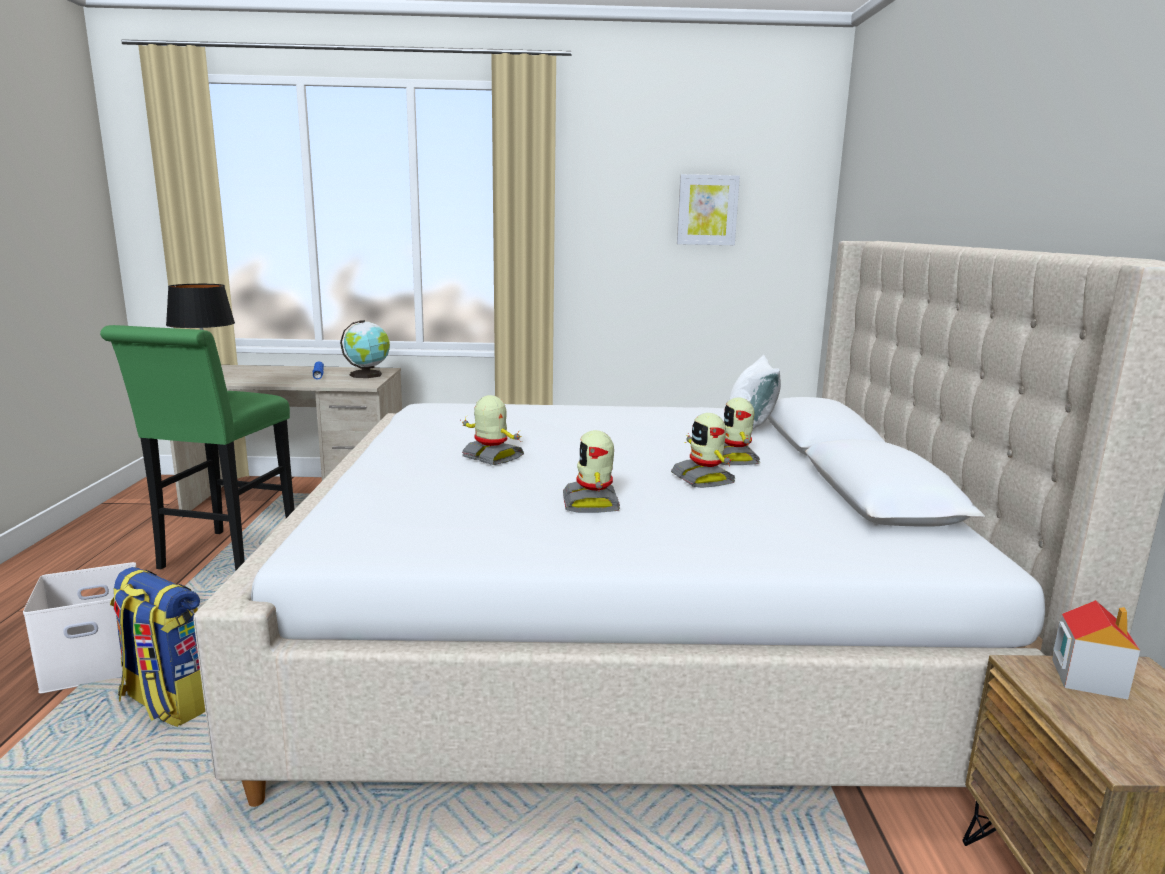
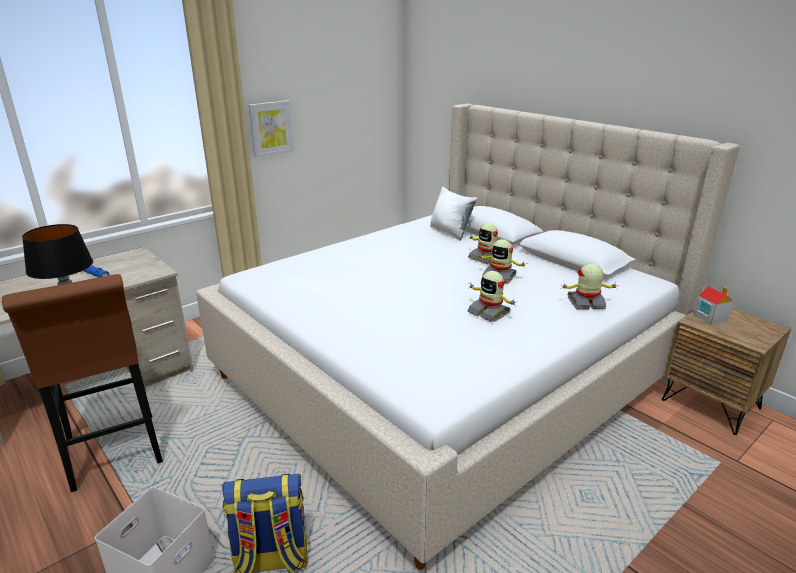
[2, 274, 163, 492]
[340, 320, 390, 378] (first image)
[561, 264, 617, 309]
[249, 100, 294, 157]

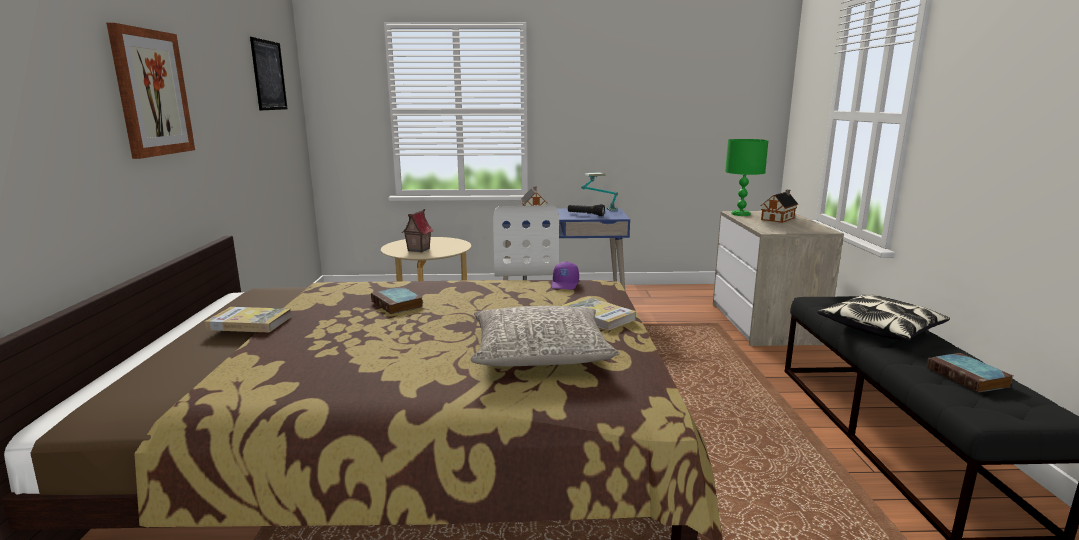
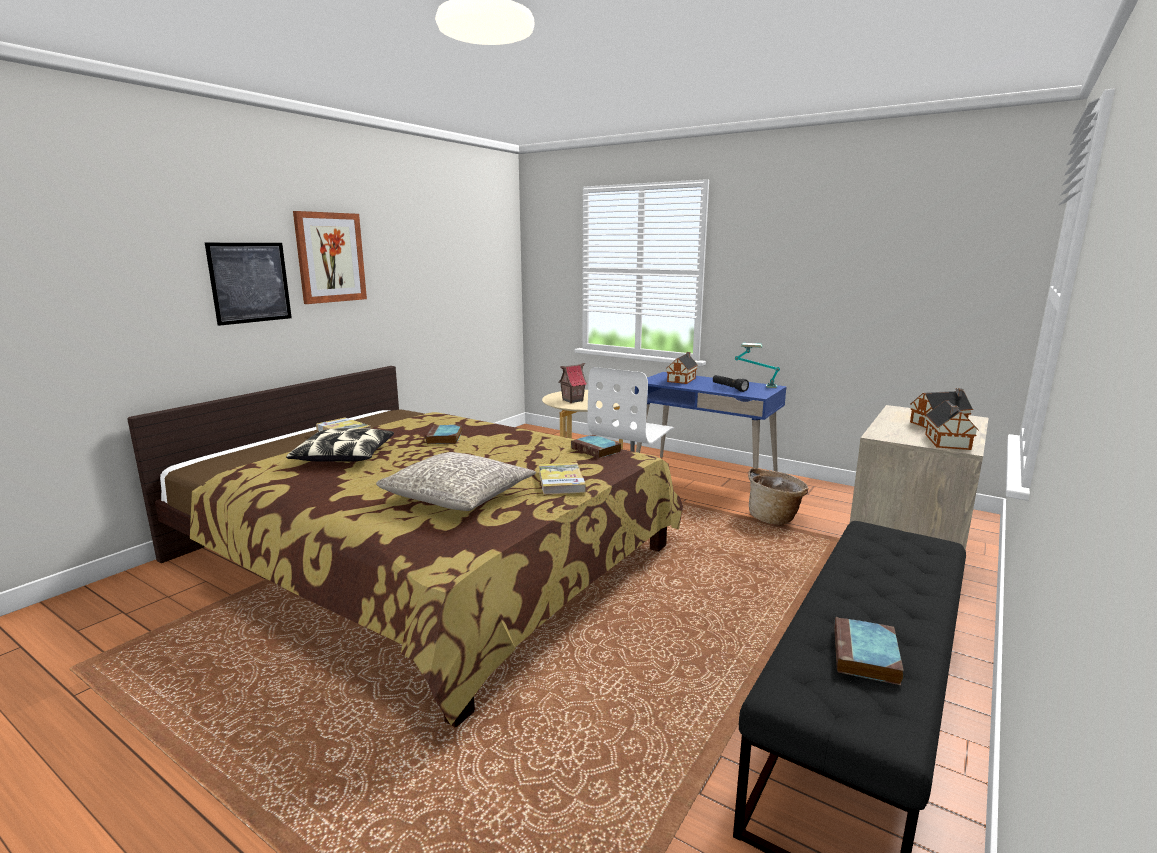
[205, 243, 292, 326]
[571, 435, 621, 458]
[725, 139, 769, 216] (first image)
[286, 428, 394, 462]
[748, 468, 808, 525]
[925, 401, 979, 450]

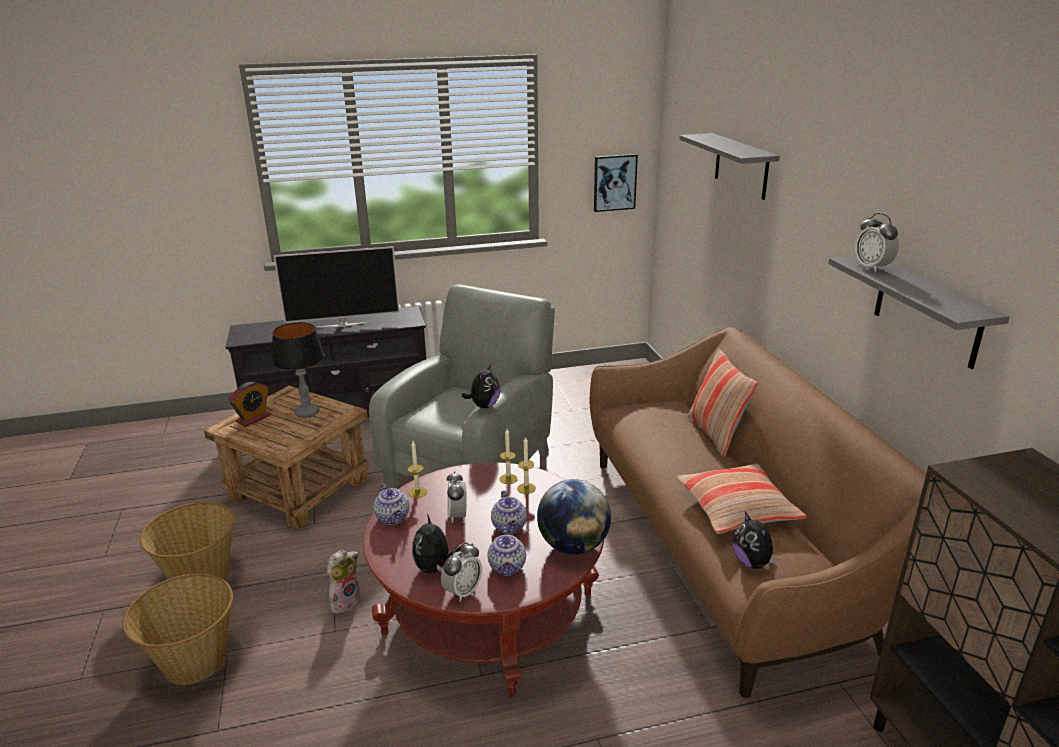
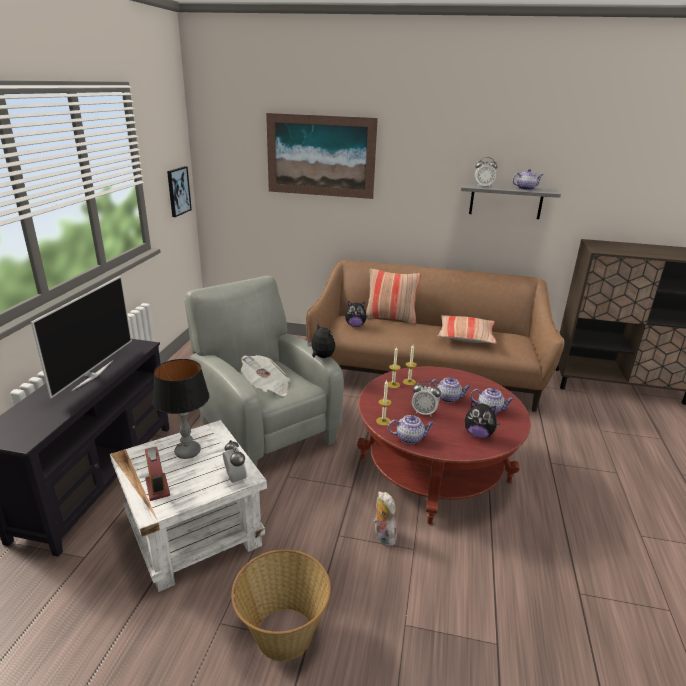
[122, 574, 233, 685] (first image)
[110, 420, 267, 592]
[223, 440, 247, 483]
[537, 479, 611, 554] (first image)
[266, 113, 378, 199]
[345, 301, 368, 327]
[241, 355, 290, 396]
[512, 169, 543, 190]

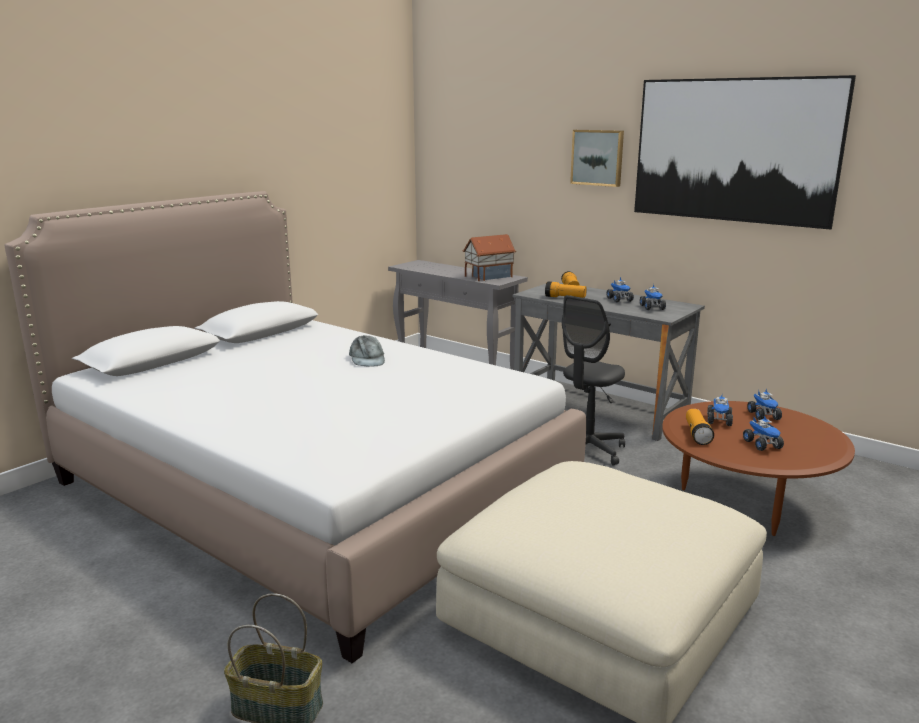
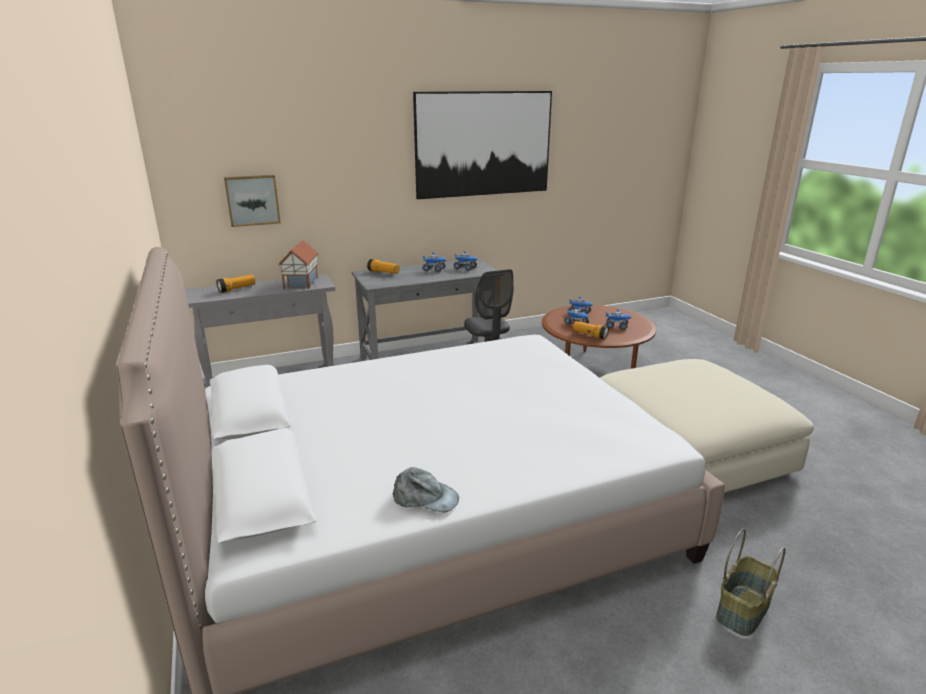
[393, 467, 459, 513]
[216, 275, 255, 293]
[224, 175, 281, 227]

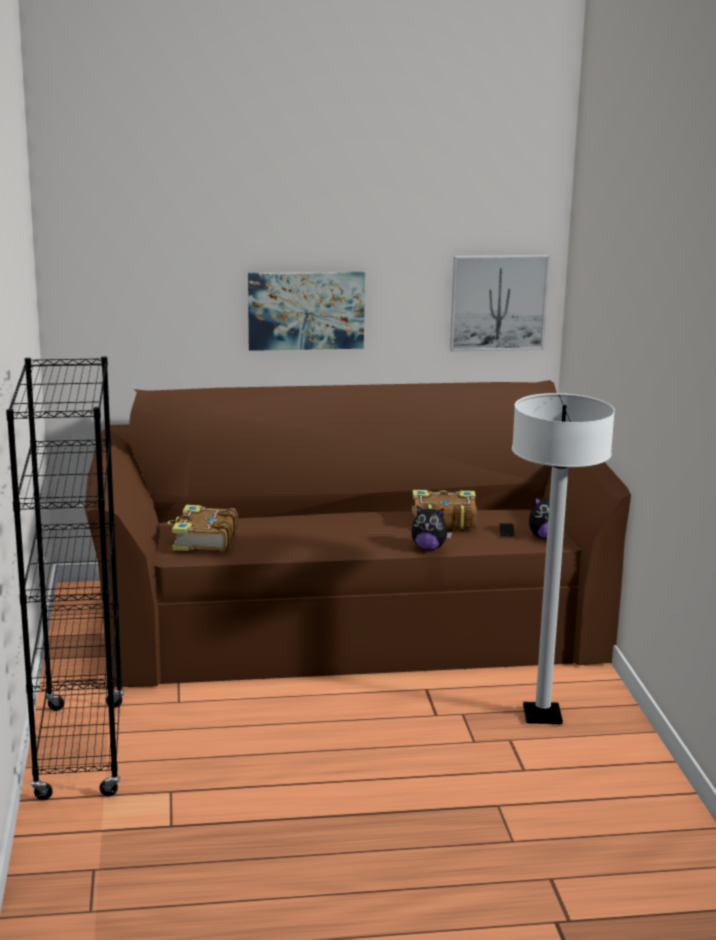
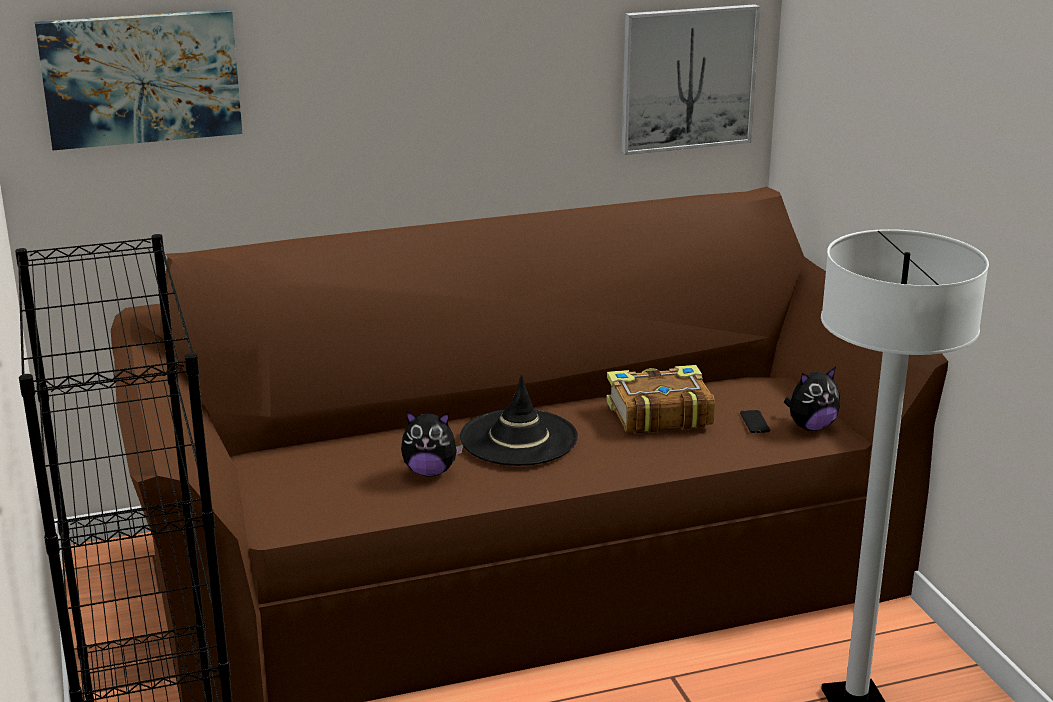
[167, 505, 238, 552] (first image)
[35, 10, 243, 150]
[401, 411, 463, 477]
[460, 375, 578, 466]

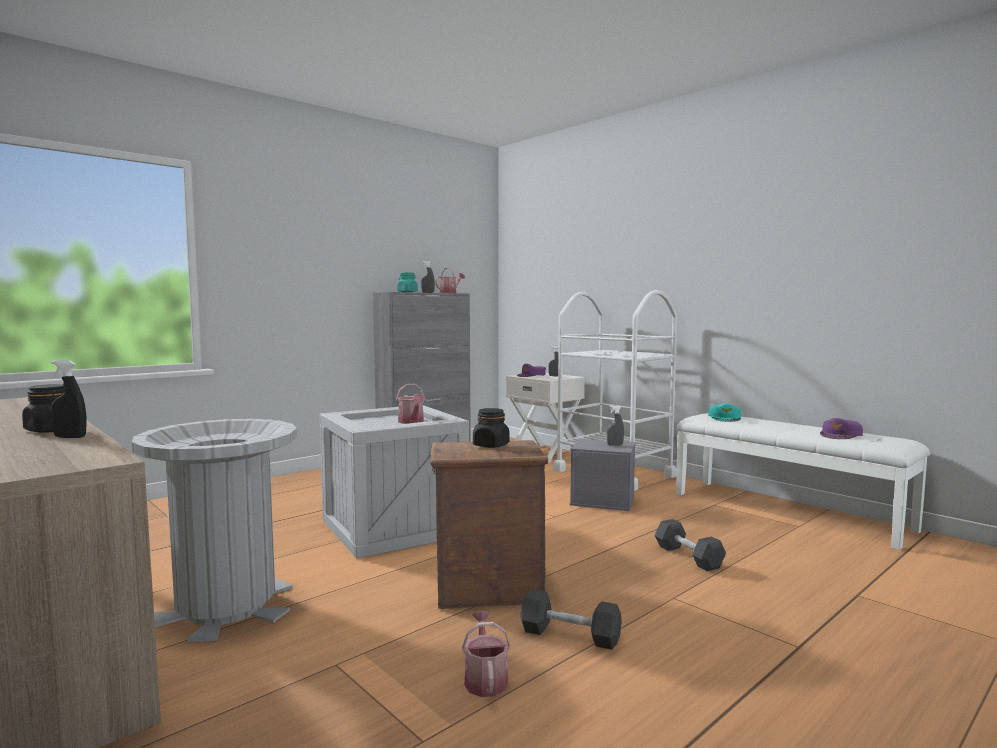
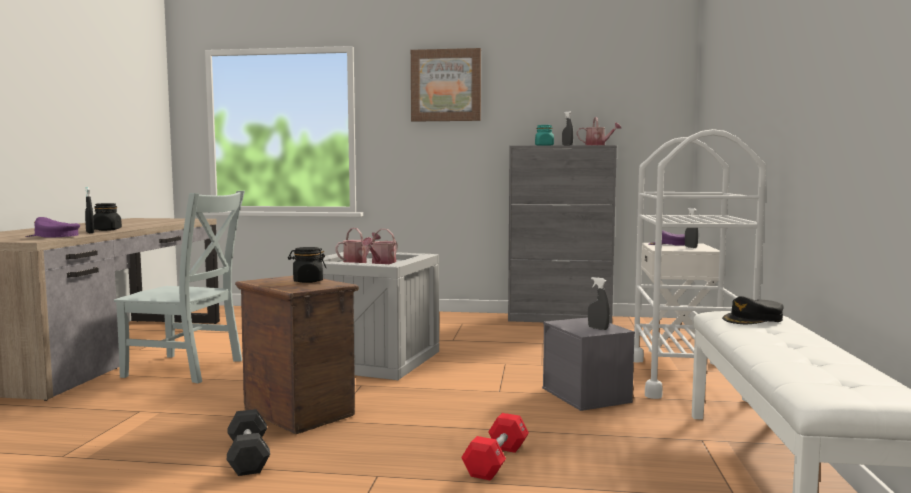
[114, 191, 245, 383]
[335, 228, 381, 263]
[461, 413, 529, 480]
[722, 296, 784, 324]
[25, 217, 80, 238]
[411, 48, 481, 122]

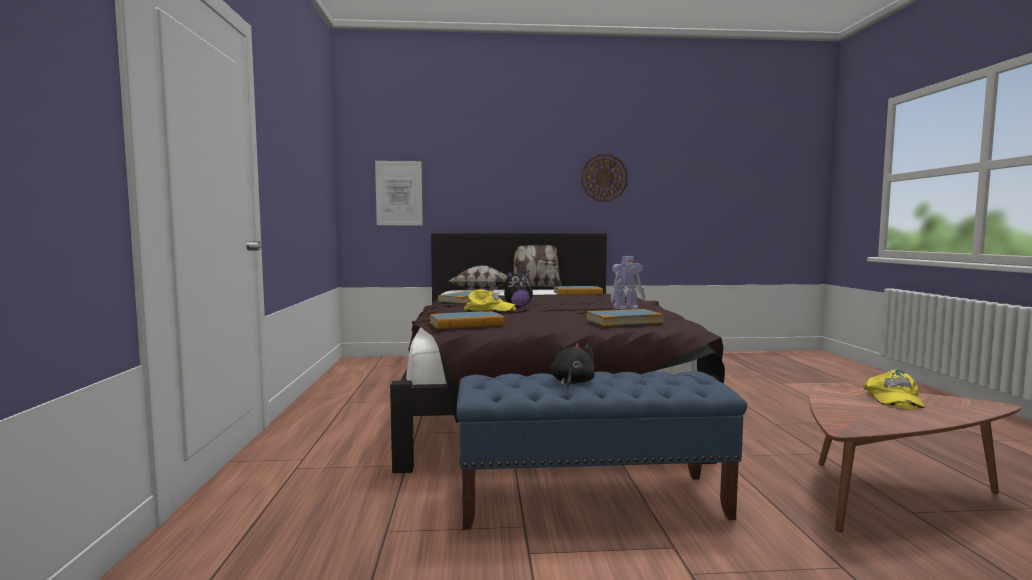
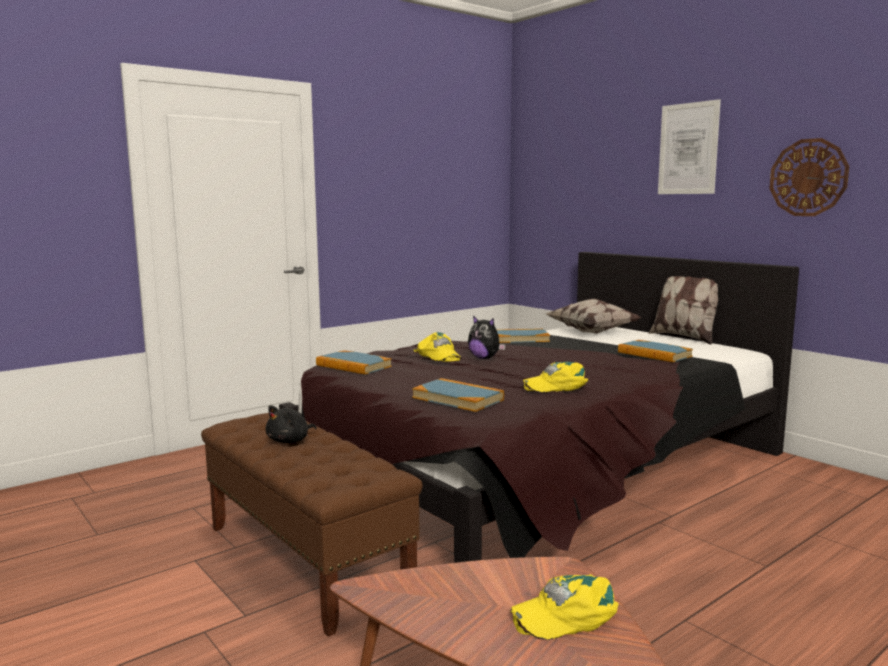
[658, 99, 721, 194]
[201, 413, 422, 637]
[265, 405, 317, 443]
[522, 361, 588, 392]

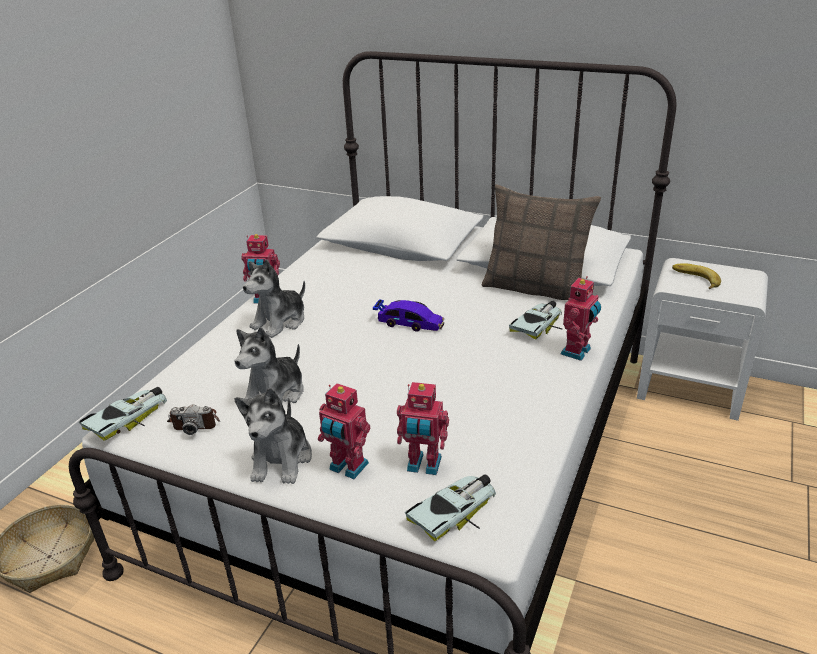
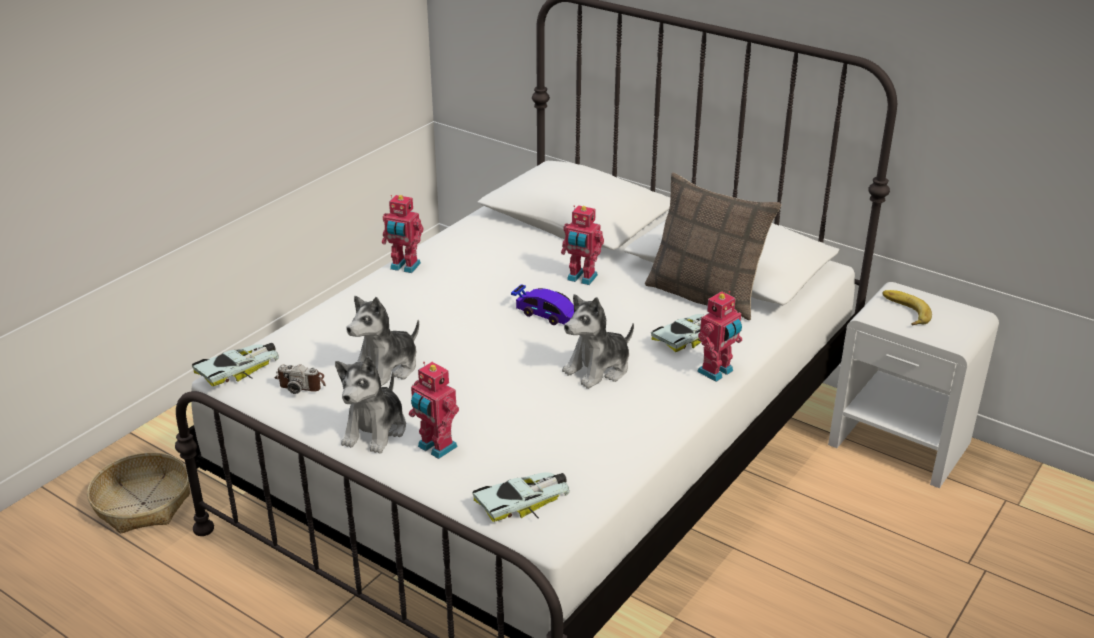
[562, 294, 634, 389]
[561, 205, 604, 285]

